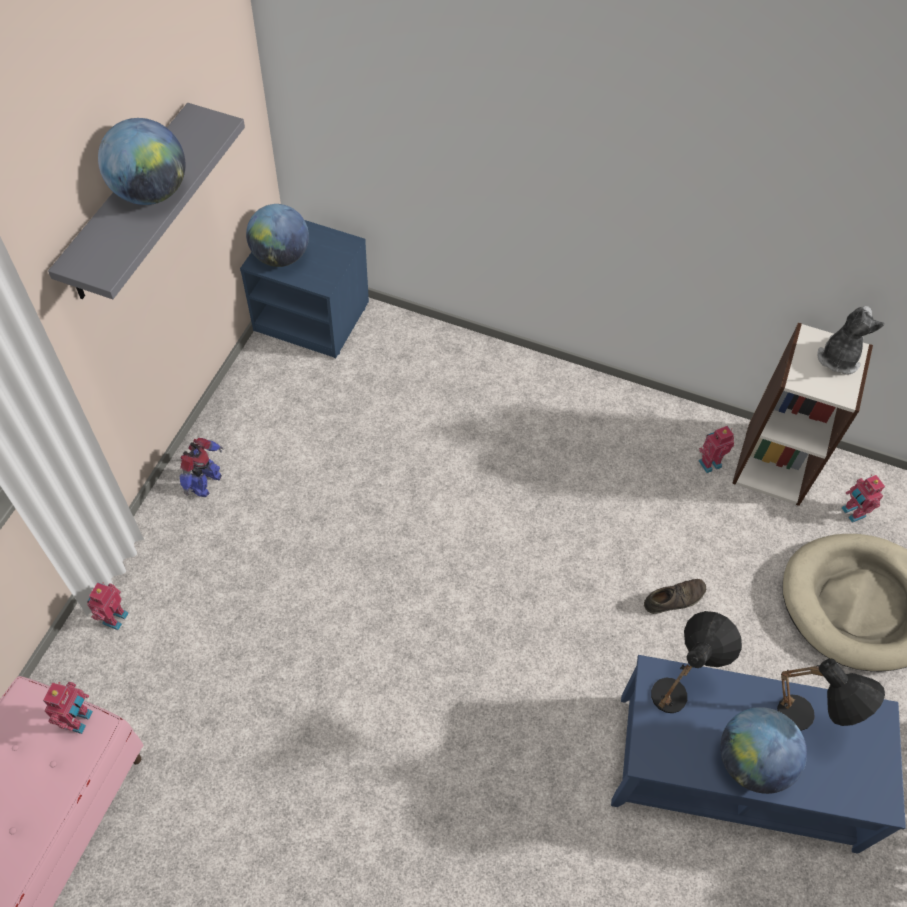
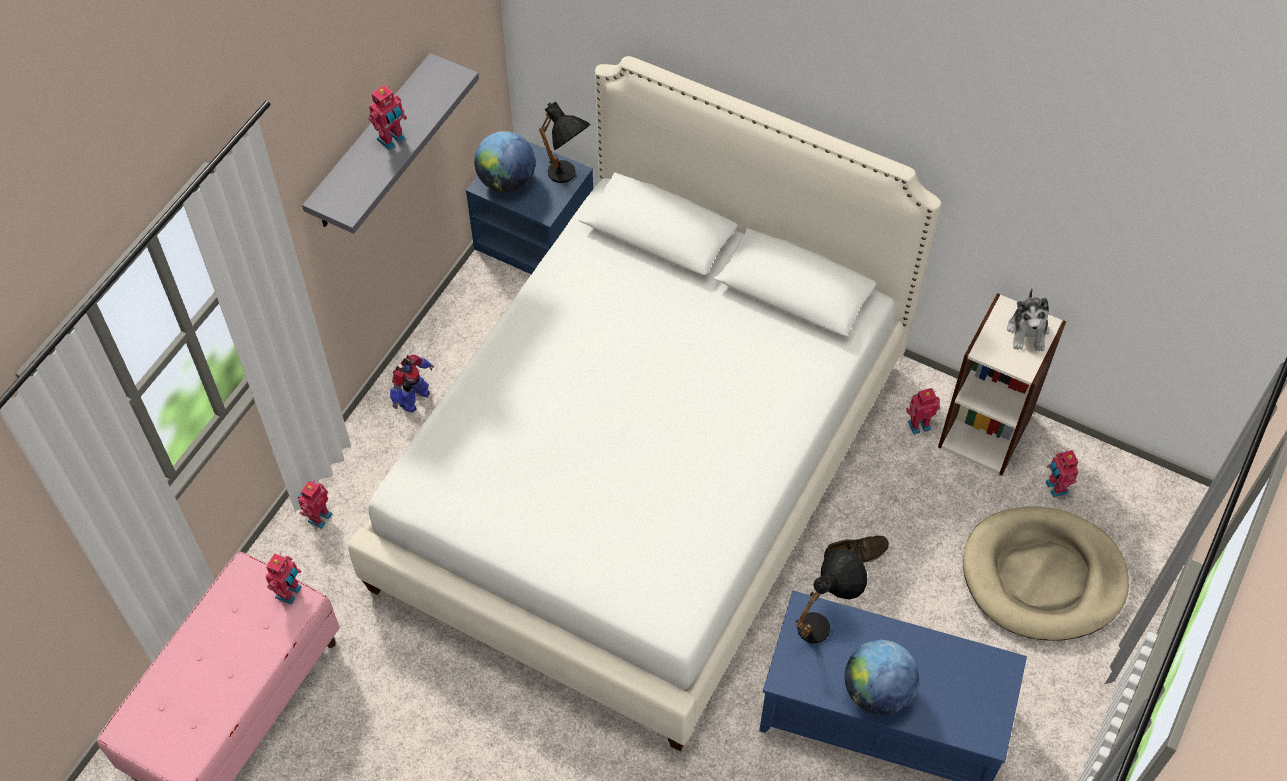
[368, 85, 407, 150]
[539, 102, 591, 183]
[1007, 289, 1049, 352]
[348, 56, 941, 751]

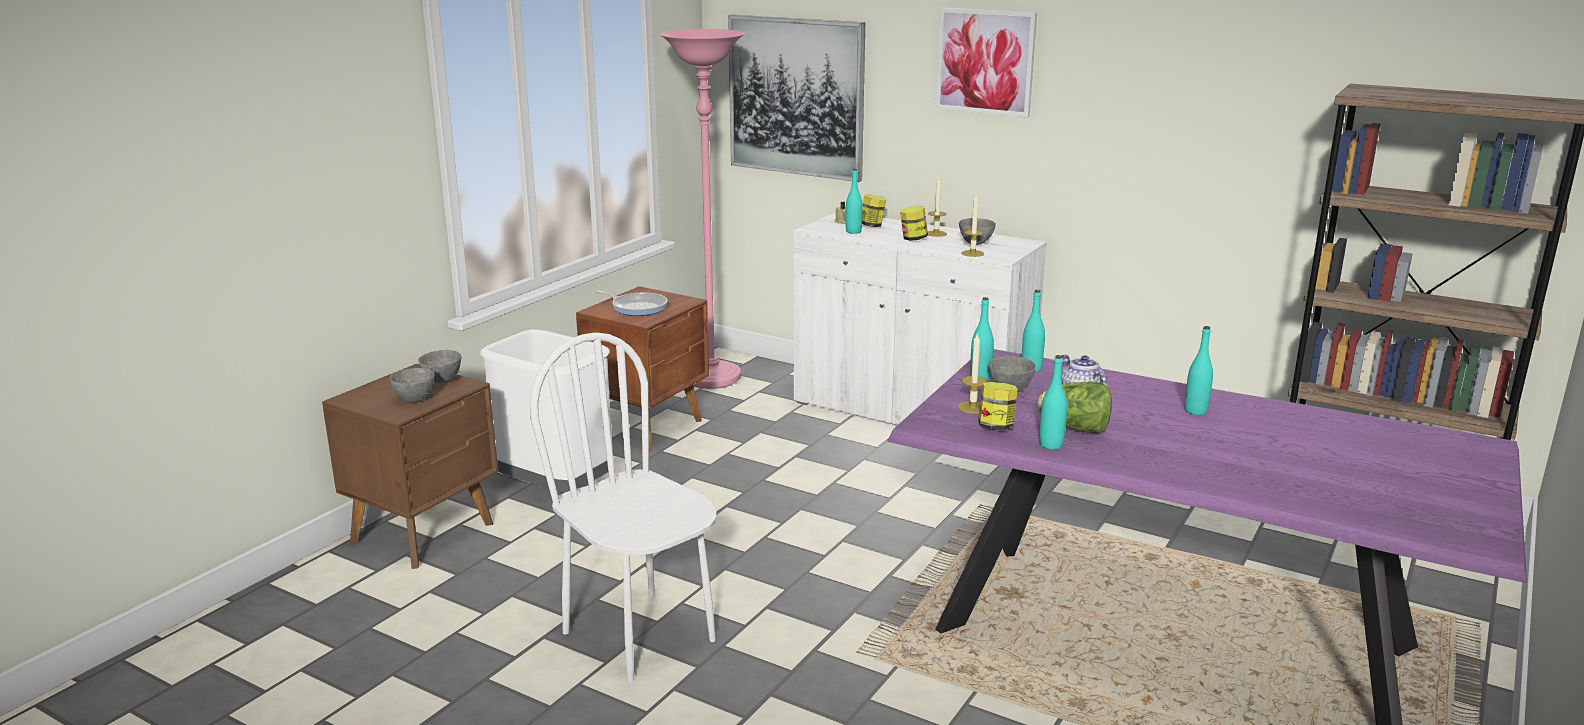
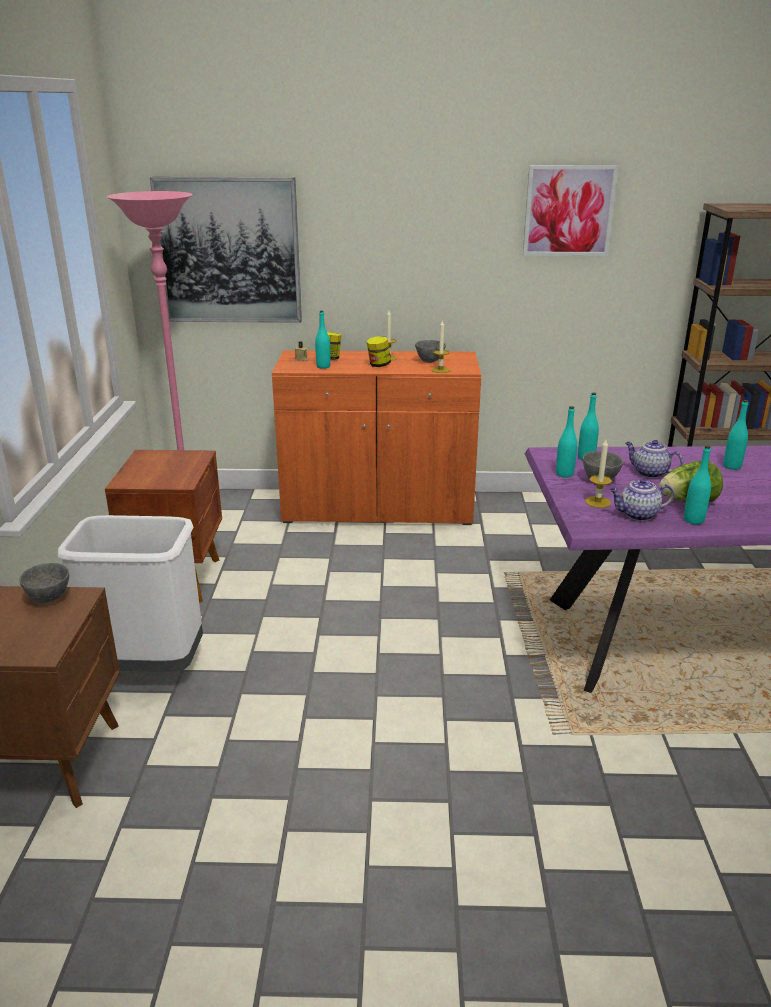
[390, 368, 435, 403] (first image)
[530, 332, 717, 682] (first image)
[594, 290, 668, 316] (first image)
[272, 350, 481, 525]
[523, 165, 618, 256]
[610, 478, 674, 521]

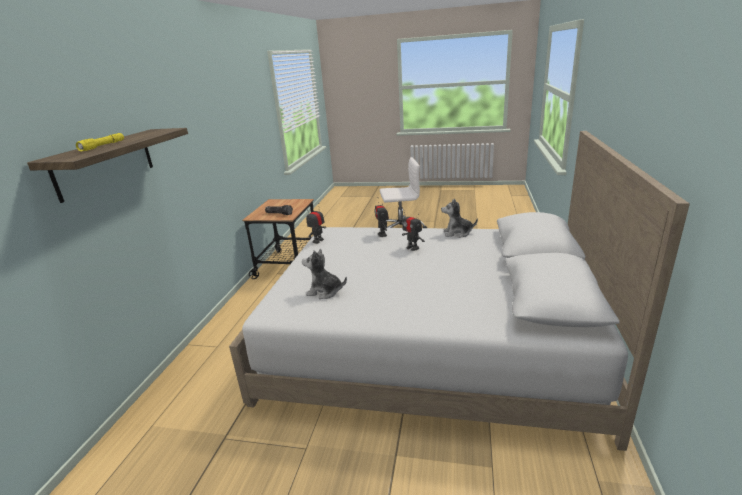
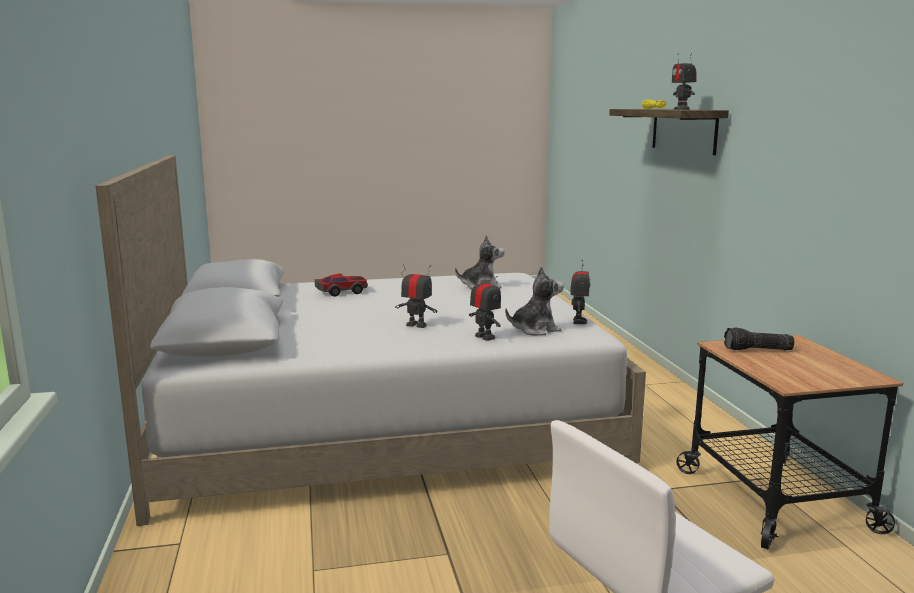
[505, 267, 564, 335]
[315, 273, 368, 297]
[672, 53, 696, 110]

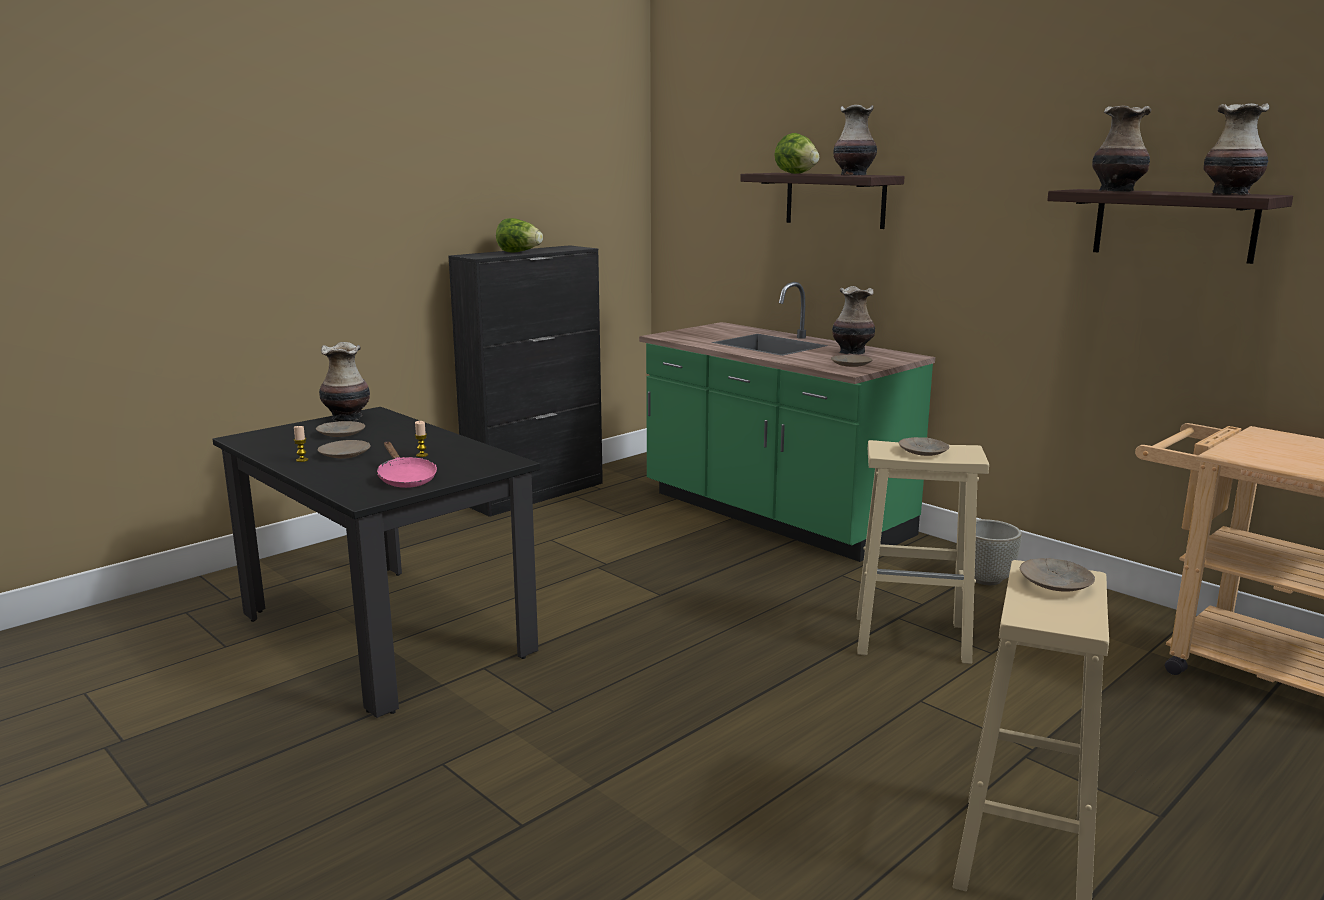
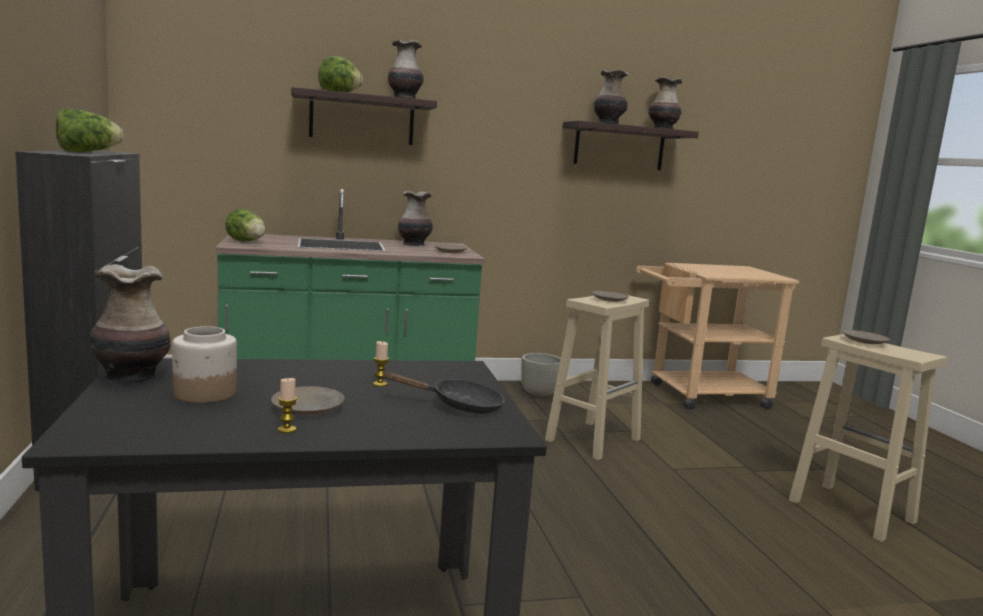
[172, 326, 237, 403]
[383, 372, 505, 414]
[225, 209, 266, 242]

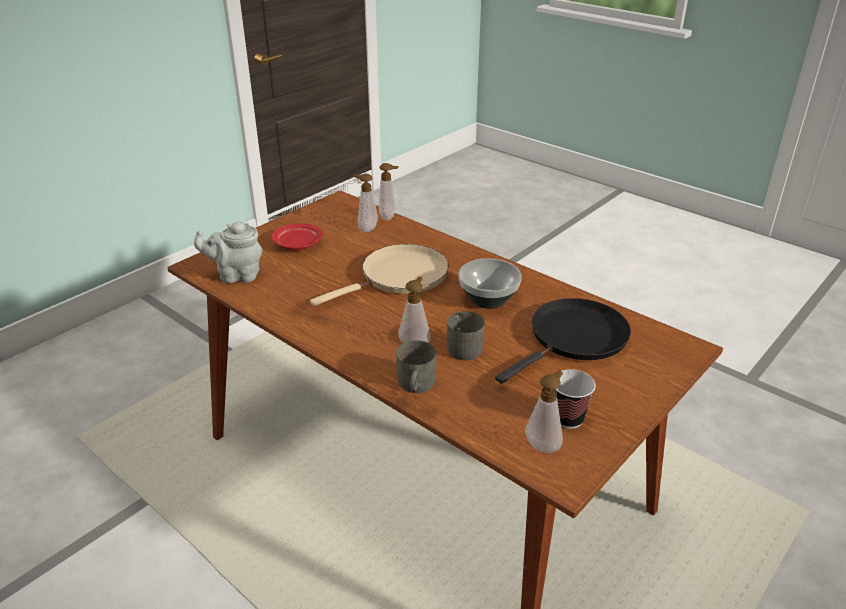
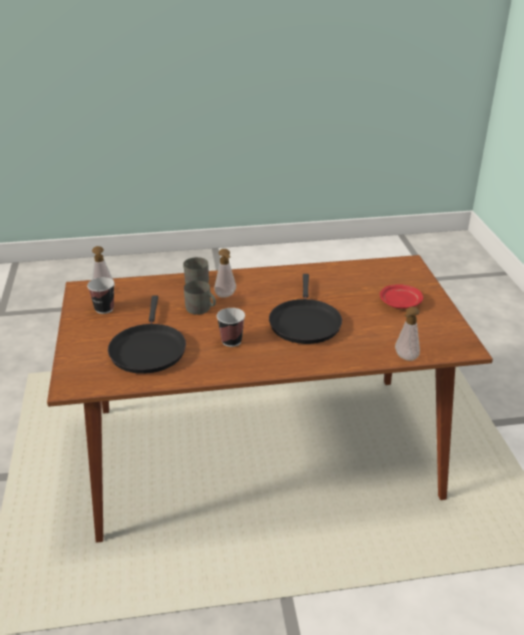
[194, 222, 263, 283] (first image)
[269, 274, 342, 344]
[354, 174, 378, 232] (first image)
[217, 308, 245, 347]

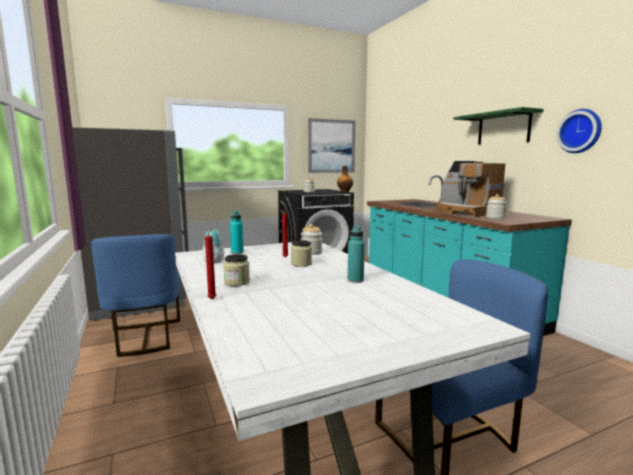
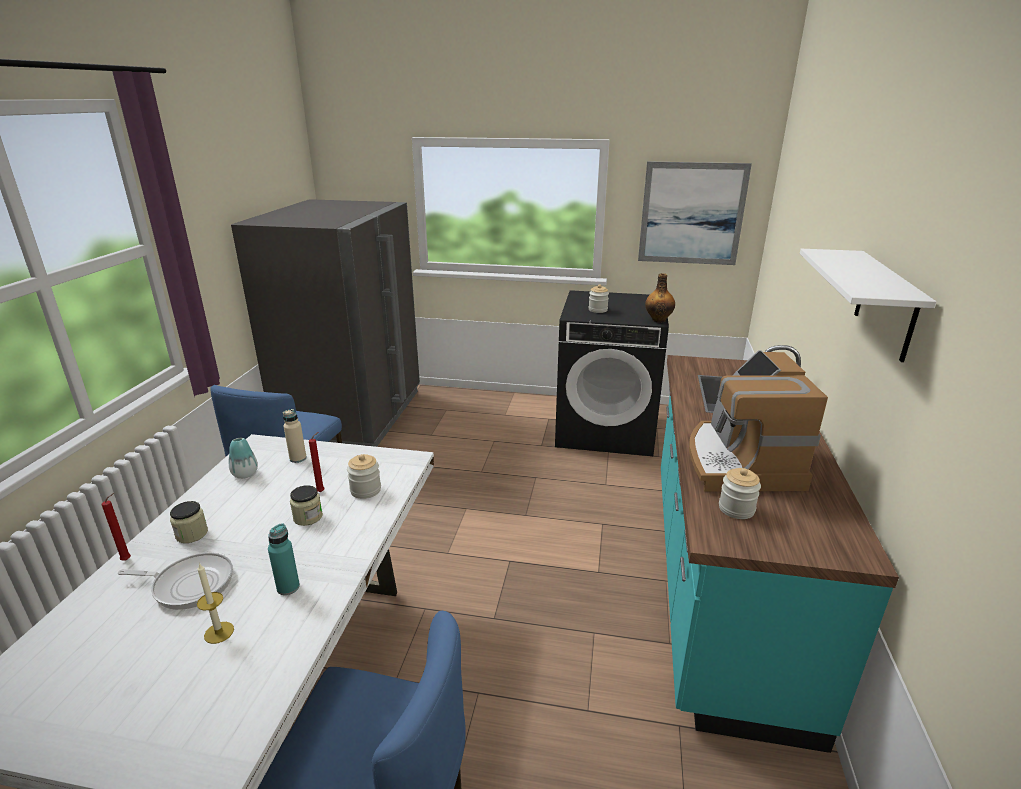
[283, 409, 307, 463]
[800, 249, 936, 362]
[556, 109, 602, 153] (first image)
[118, 553, 233, 610]
[197, 563, 234, 644]

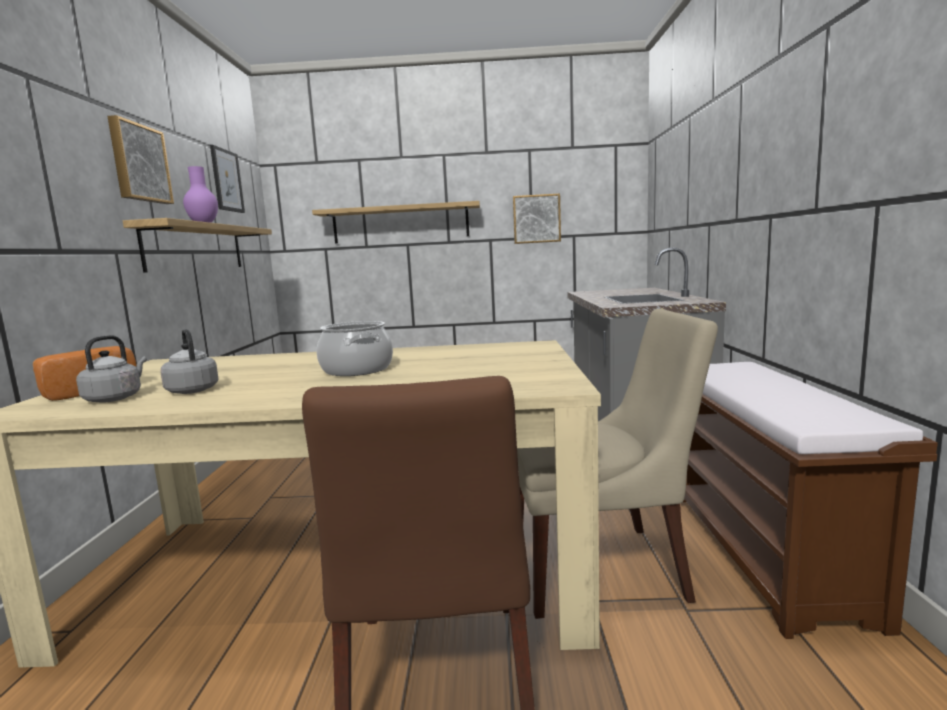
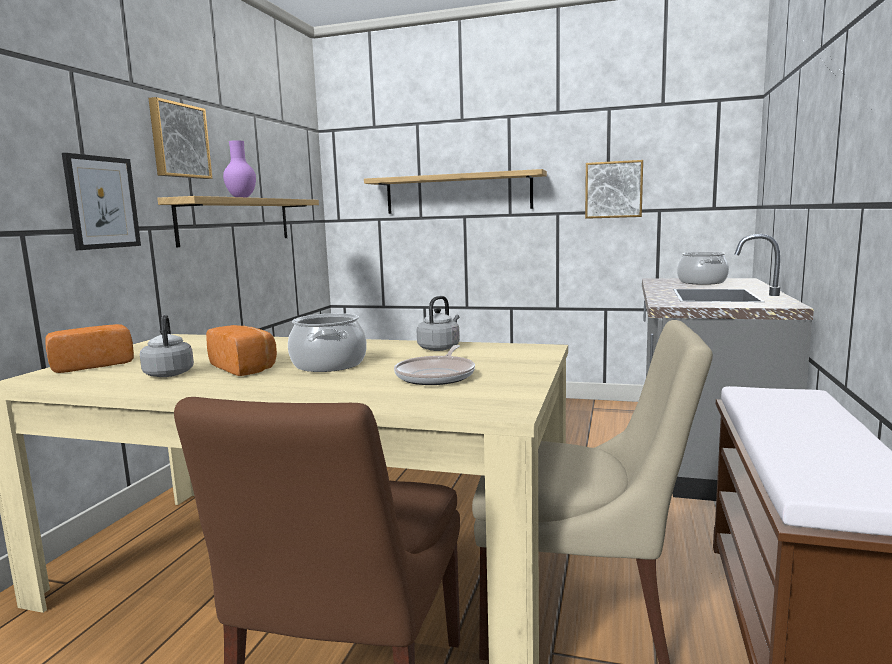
[417, 296, 460, 351]
[62, 153, 141, 250]
[206, 325, 277, 376]
[394, 345, 475, 385]
[677, 252, 729, 285]

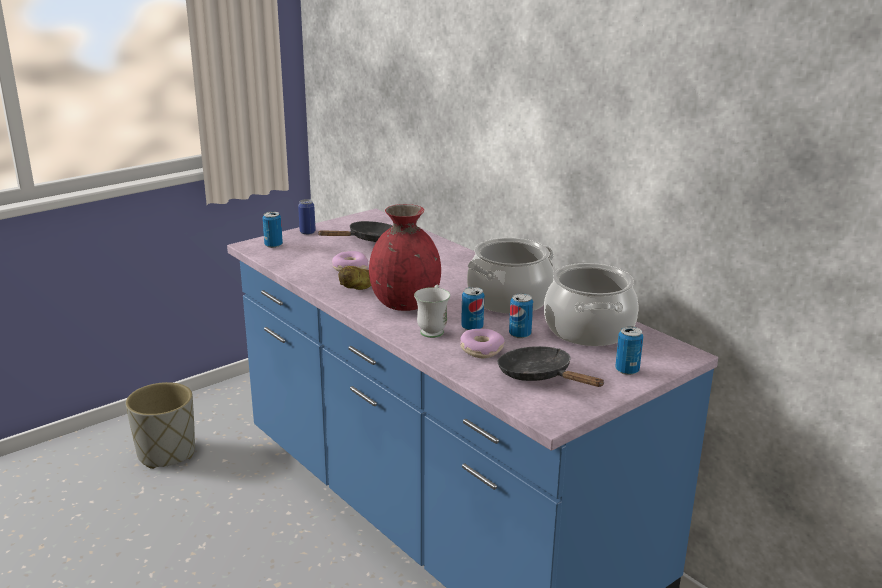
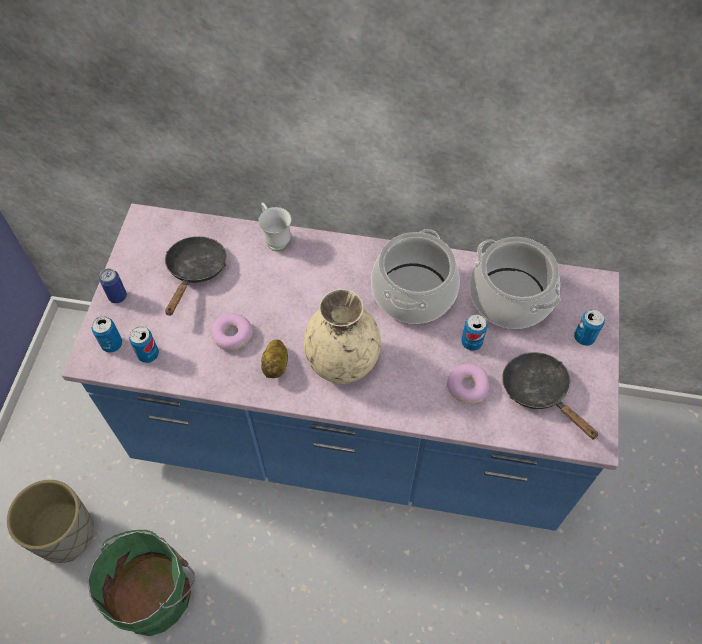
[303, 289, 381, 384]
[258, 202, 291, 251]
[129, 327, 159, 363]
[502, 352, 599, 440]
[87, 530, 195, 636]

